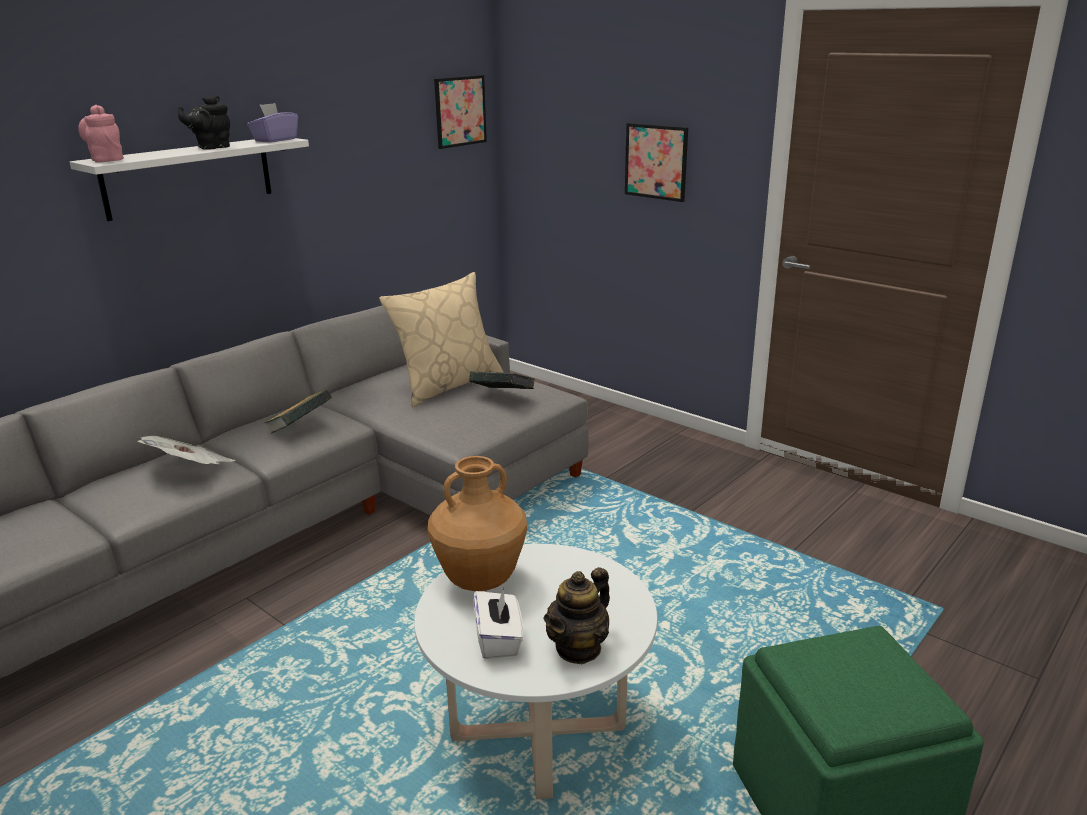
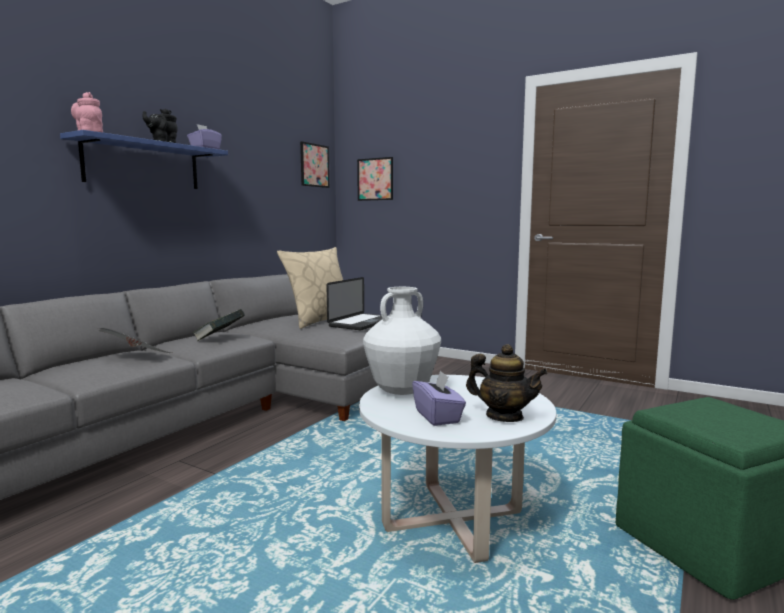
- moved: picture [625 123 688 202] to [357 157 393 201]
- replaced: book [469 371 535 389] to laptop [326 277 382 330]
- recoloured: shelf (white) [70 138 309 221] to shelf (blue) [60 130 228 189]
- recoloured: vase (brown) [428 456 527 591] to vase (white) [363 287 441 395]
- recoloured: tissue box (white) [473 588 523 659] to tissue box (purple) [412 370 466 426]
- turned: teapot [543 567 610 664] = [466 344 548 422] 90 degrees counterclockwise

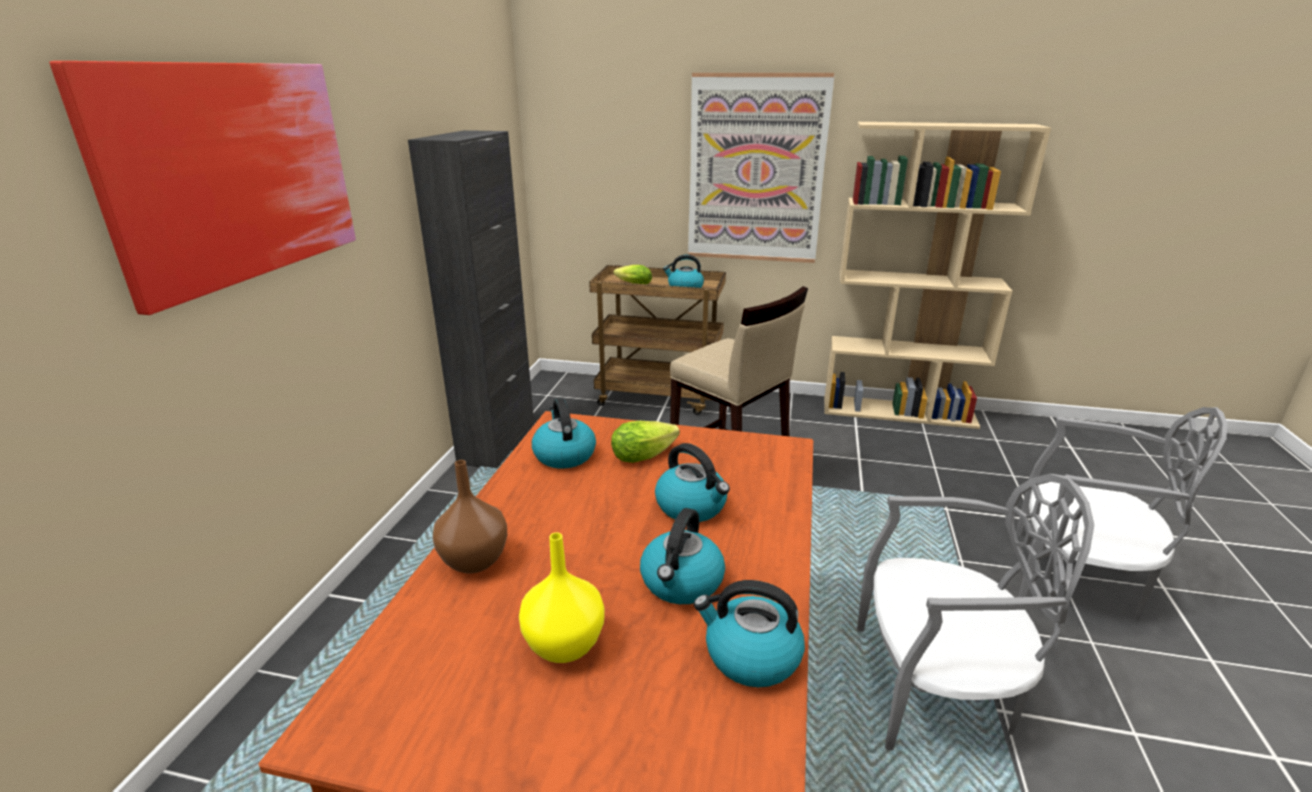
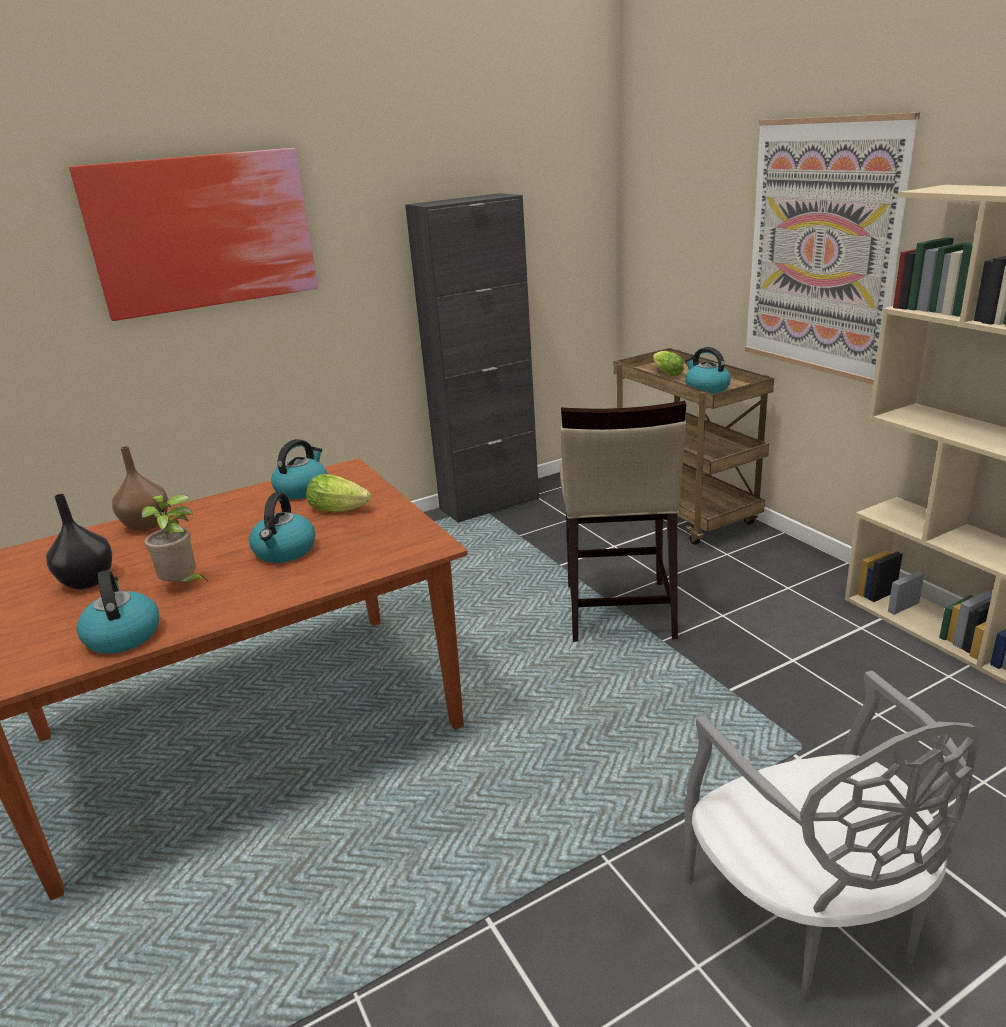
- removed: chair (grey) [857 474 1094 750]
- replaced: kettle [640 508 725 604] to potted plant [142 494 209 582]
- recoloured: vase (yellow) [519 532 605 663] to vase (black) [46 494 112 589]

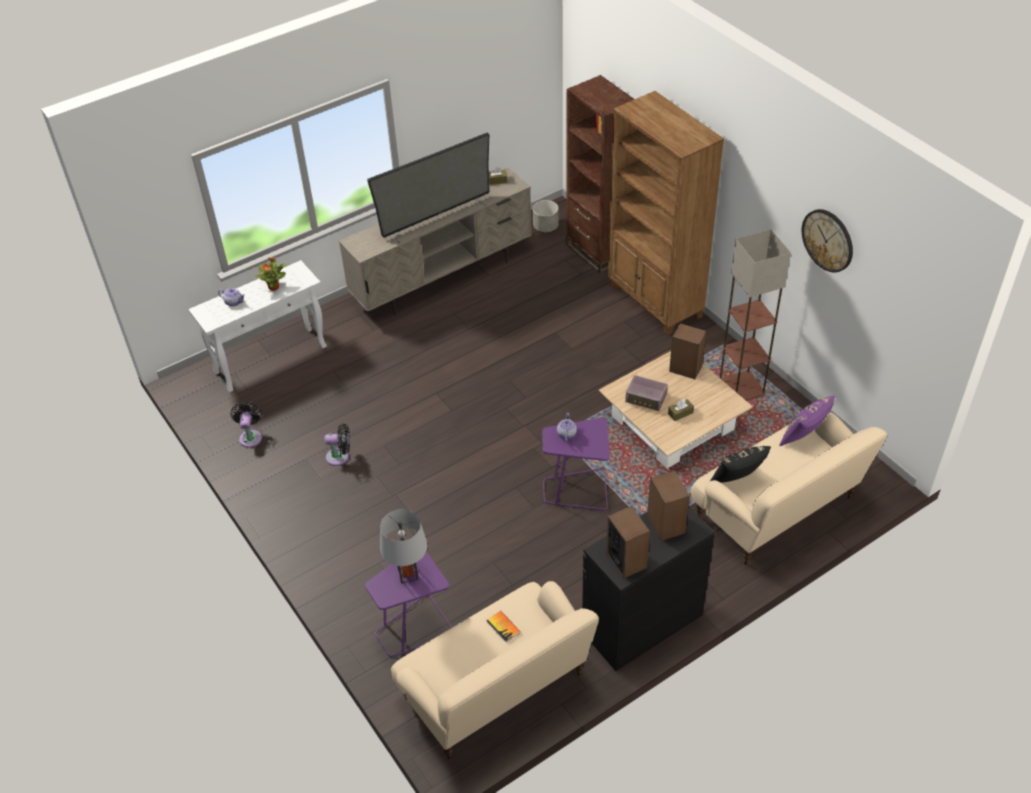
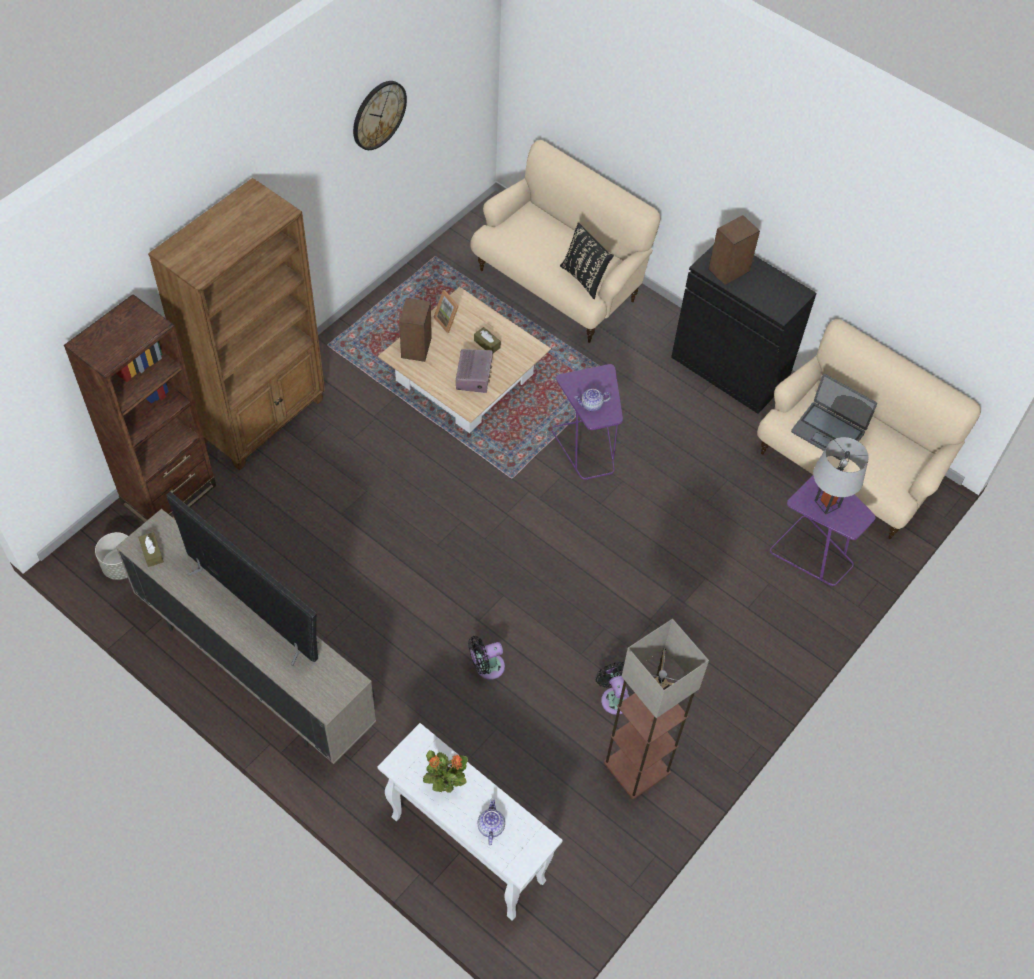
- removed: speaker [606 506 650 578]
- removed: pillow (purple) [779 396 835 446]
- added: picture frame [434 290 459 333]
- moved: fan (black) [231 402 262 448] to [468 636 505 680]
- moved: floor lamp [720 229 791 401] to [604 619 709 799]
- replaced: book [486 611 521 643] to laptop [791 374 877 461]

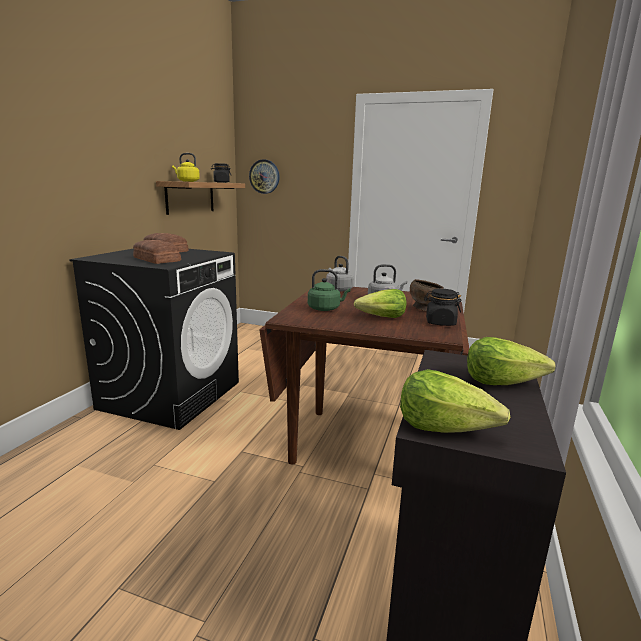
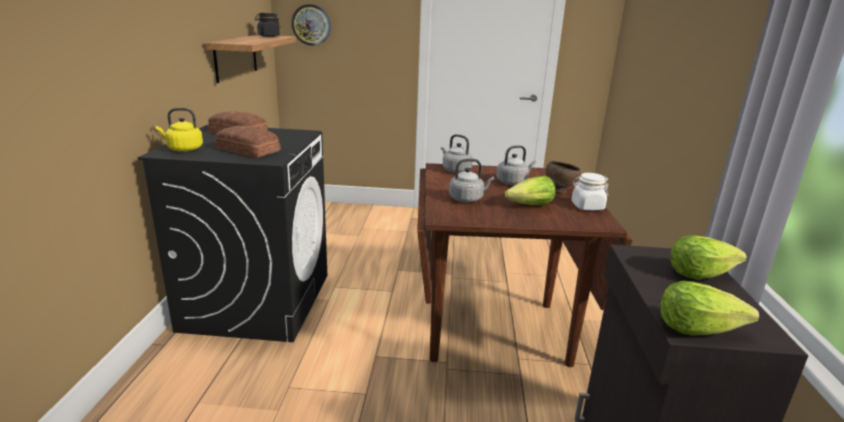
- moved: kettle (yellow) [172 153 200 182] to [156 108 203 152]
- recoloured: kettle (green) [308 269 350 311] to kettle (grey) [449 159 494 202]
- recoloured: jar (black) [424 288 461 326] to jar (white) [571 173 609 210]

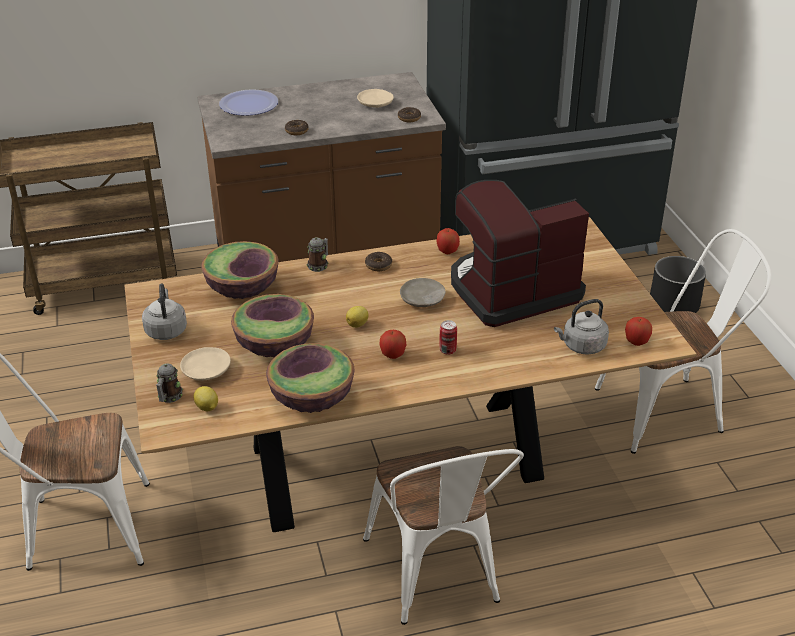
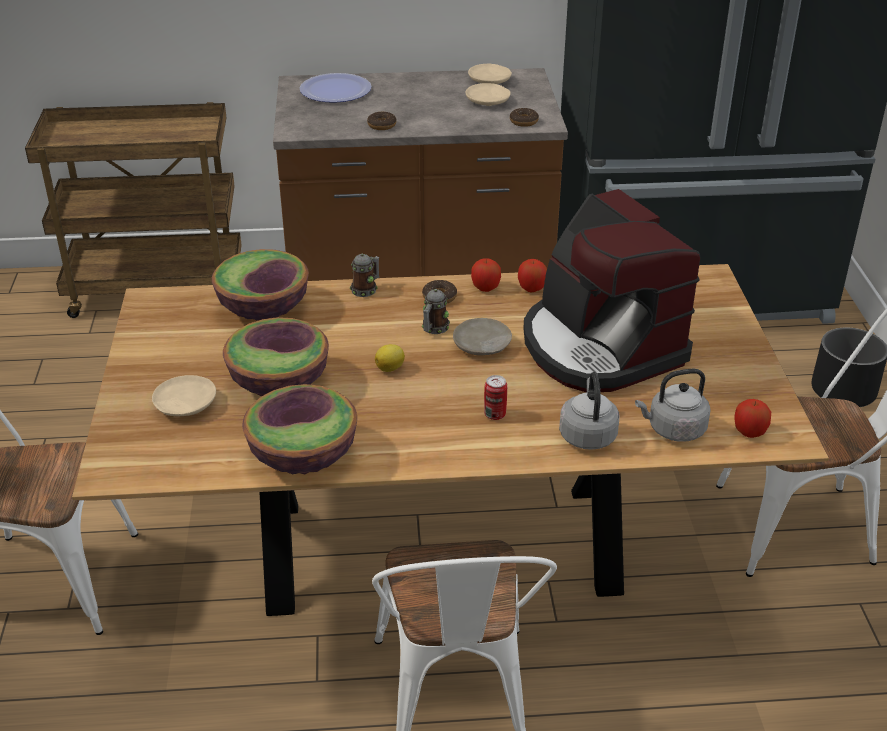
- removed: lemon [193 386 218 411]
- added: plate (beige) [468 64 512 84]
- moved: kettle (grey) [142 283 187 340] to [559 372 620 450]
- moved: mug [156 363 183 403] to [422 289 450 334]
- moved: apple [379 330 406 359] to [471 258 501 292]
- turned: coffee machine [451 180 589 327] = [523 189 700 393] 105 degrees counterclockwise

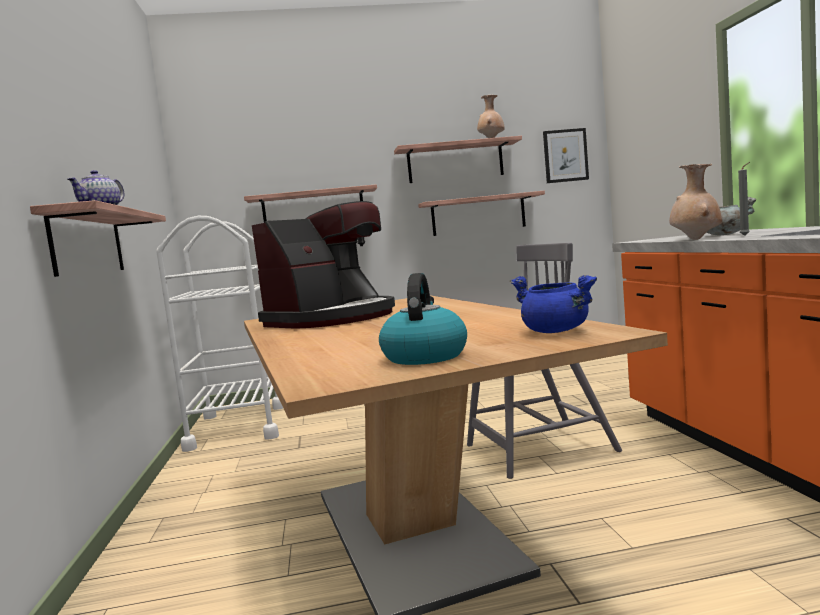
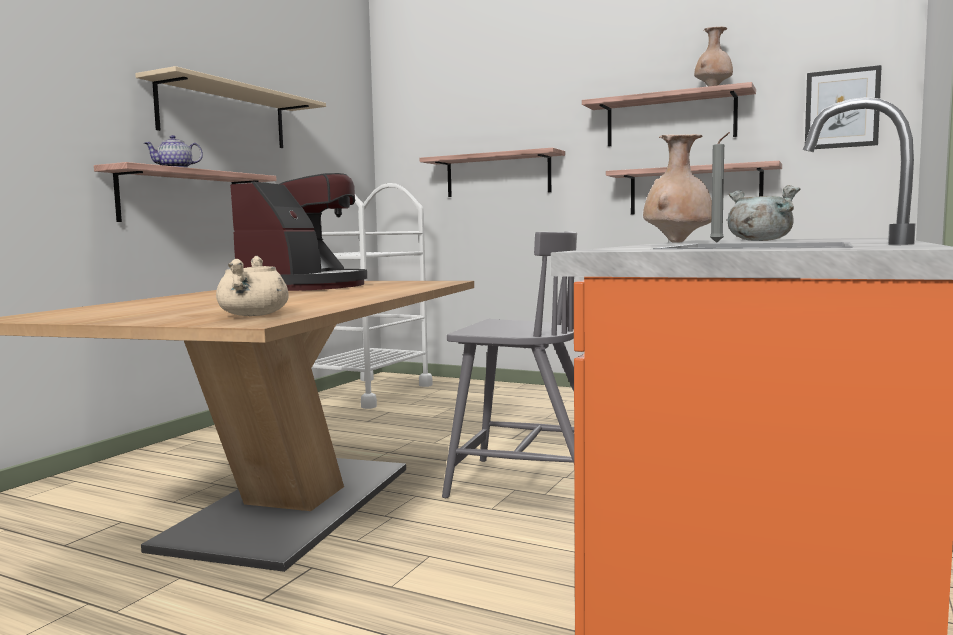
- removed: kettle [379 273 467 365]
- added: shelf (beige) [135 66 326 148]
- recoloured: cooking pot (blue) [510 275 597 333] to cooking pot (beige) [216 256 289 316]
- turned: coffee machine [252 201 395 329] = [230 173 367 291] 60 degrees counterclockwise

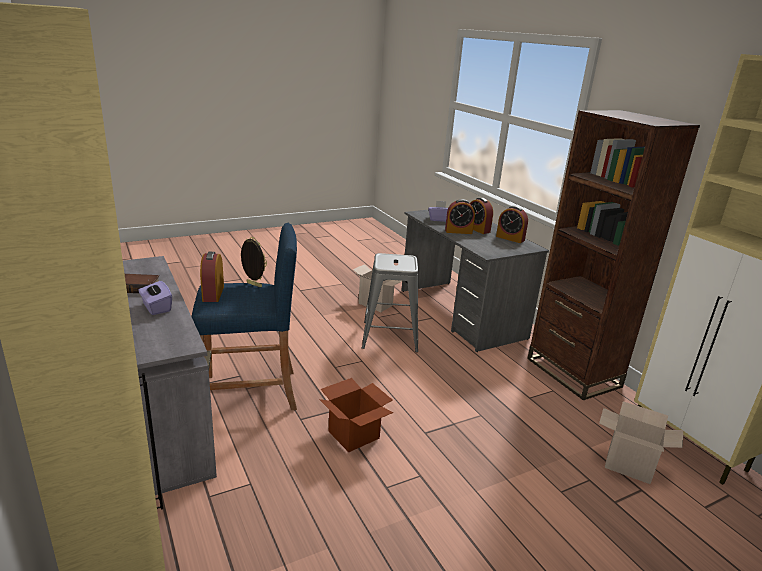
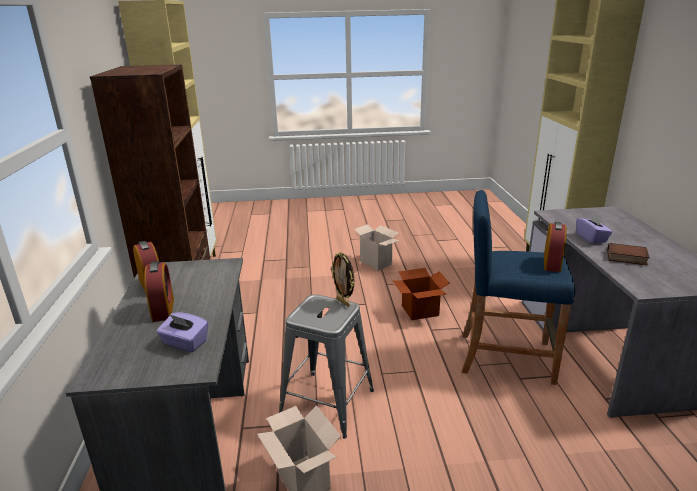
- removed: alarm clock [445 199 475 234]
- moved: picture frame [240 237 267 288] to [331 252 354 307]
- moved: cardboard box [599 401 683 484] to [354 224 400 270]

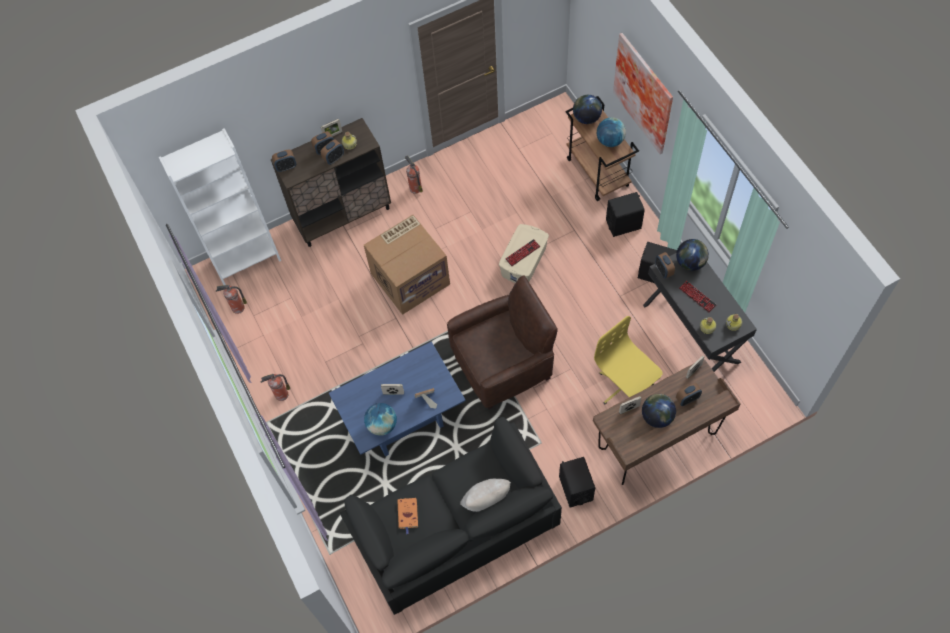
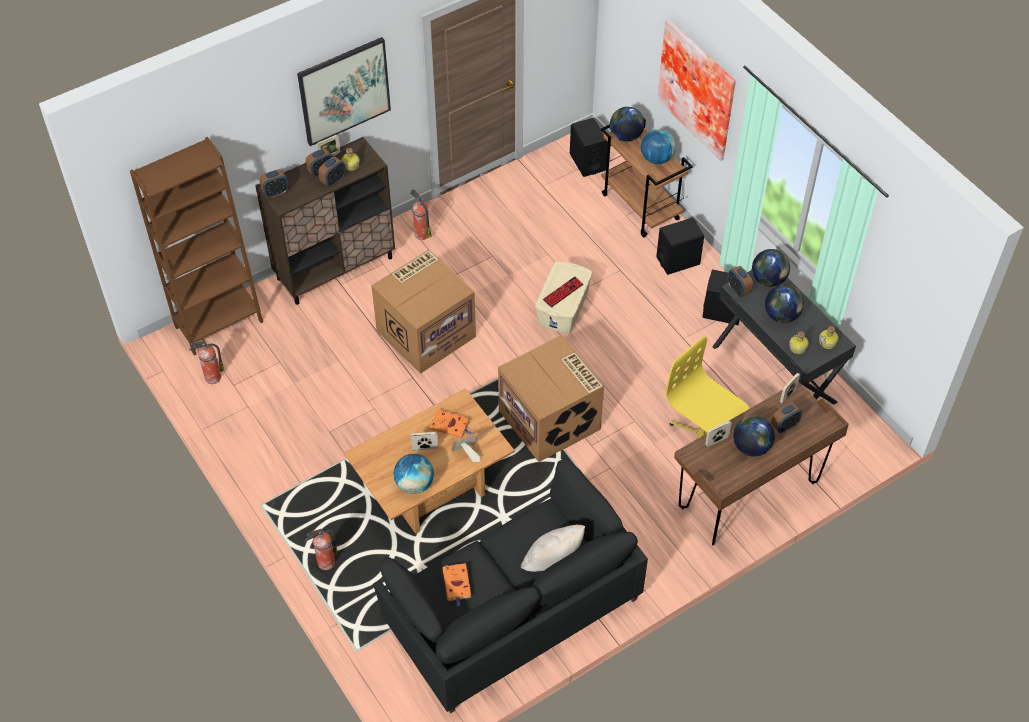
- added: picture [297 37 391 146]
- added: book (orange) [430 410 472 438]
- moved: fire extinguisher [261 374 290 401] to [305 529 337 570]
- moved: speaker (black) [559 457 595 507] to [570 118 608 177]
- replaced: armchair (brown) [447 275 558 409] to cardboard box [498 335 604 462]
- replaced: keyboard [679 281 716 313] to globe [765 285 804 323]
- recoloured: bookcase (white) [159 128 281 285] to bookcase (brown) [130 137 263 356]
- recoloured: coffee table (blue) [329 341 466 456] to coffee table (brown) [344 388 515 534]

